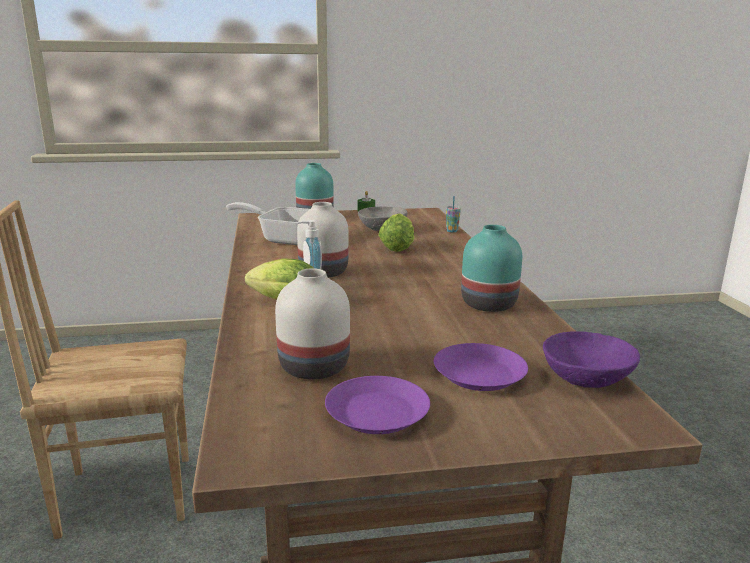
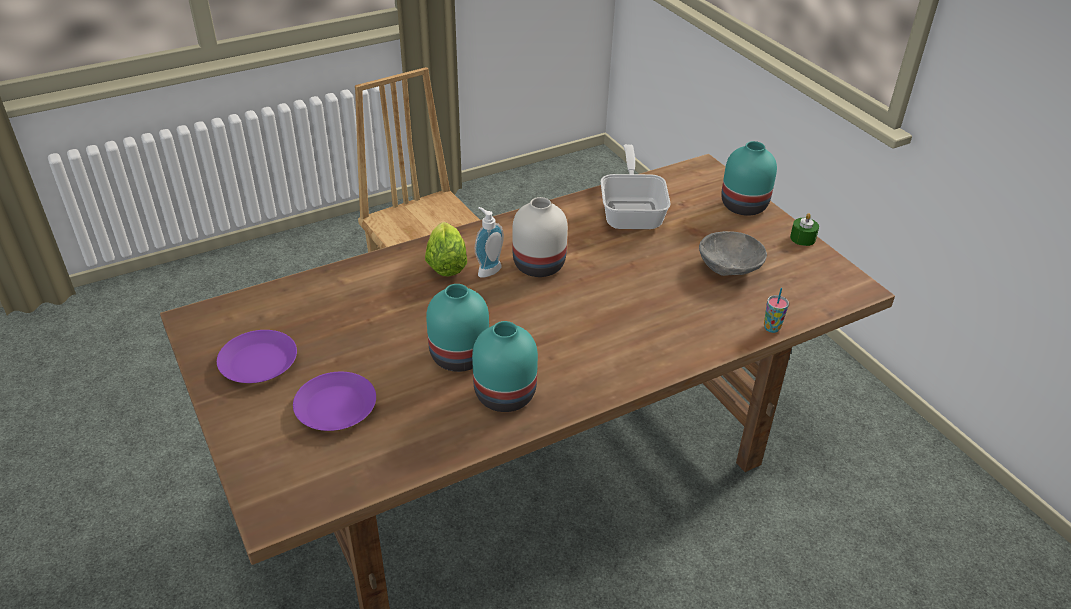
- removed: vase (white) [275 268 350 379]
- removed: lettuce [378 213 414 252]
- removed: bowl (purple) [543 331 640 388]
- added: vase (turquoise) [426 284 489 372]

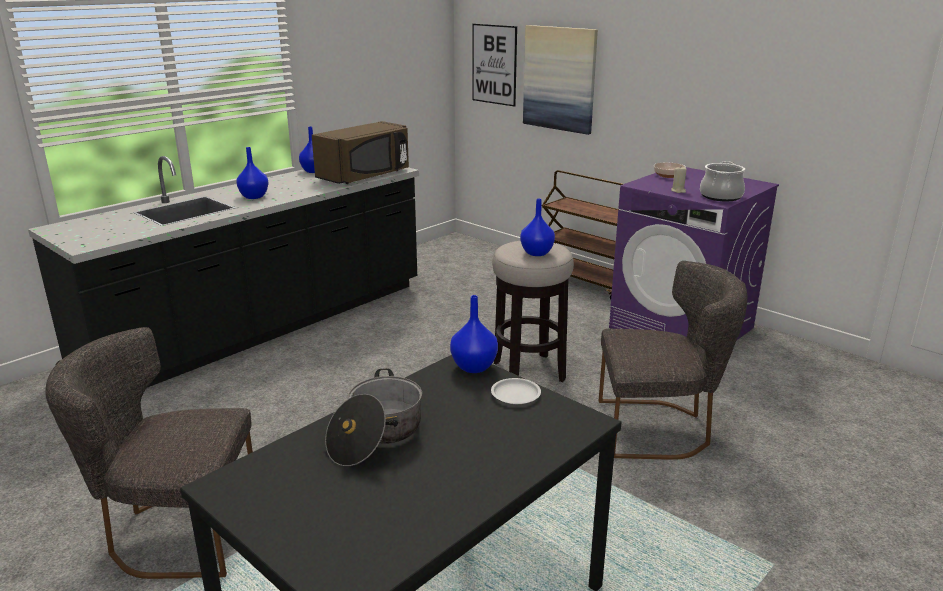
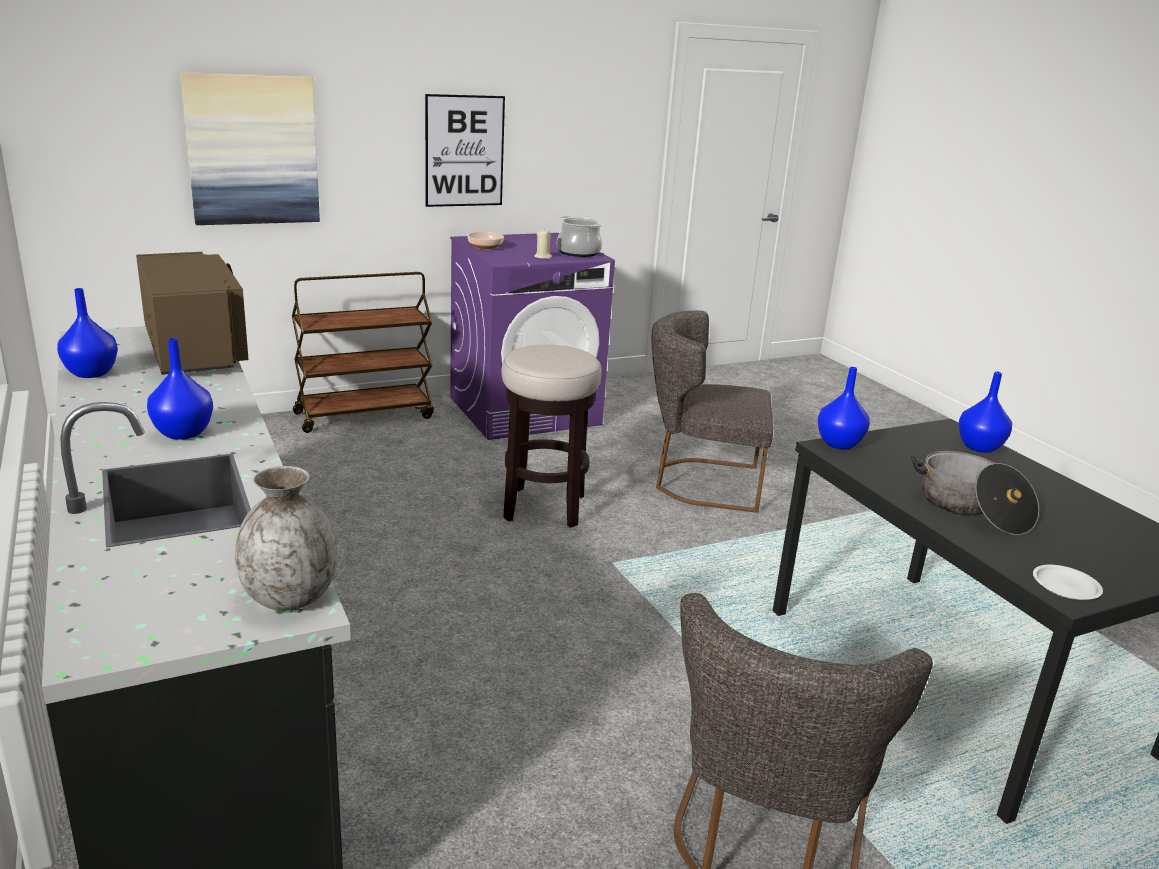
- added: vase (grey) [235 466 337 611]
- moved: picture [472 24 517 107] to [425 94 505 207]
- moved: plate (white) [491 378 541 404] to [1033 565 1103 600]
- moved: vase (blue) [520 198 555 256] to [958 371 1012 453]
- turned: chair (grey) [599 261 747 460] = [652 310 773 513] 105 degrees counterclockwise

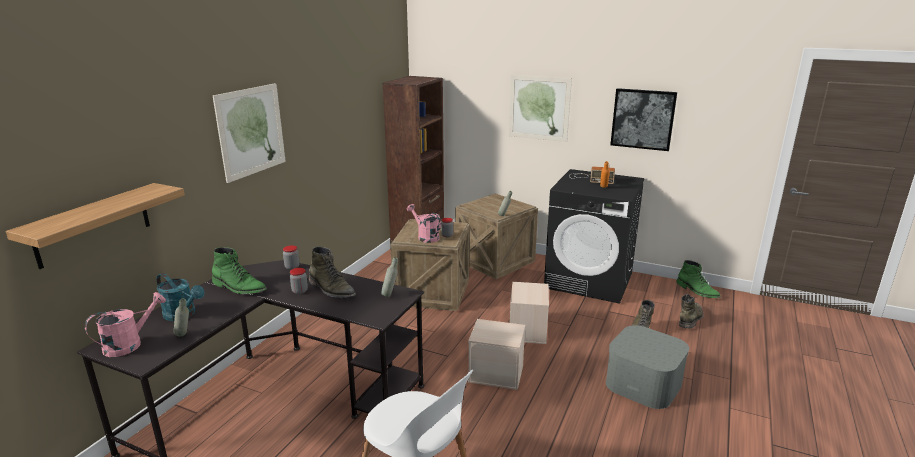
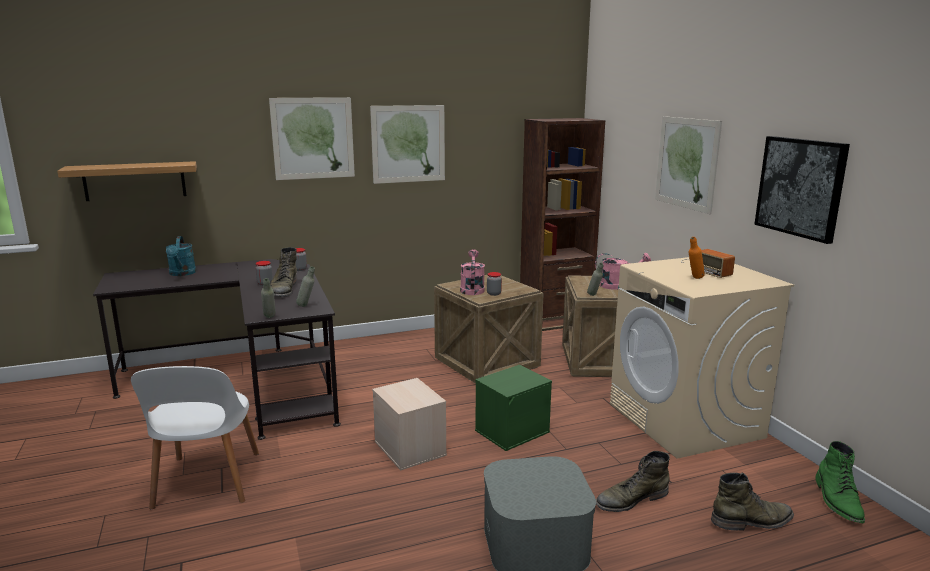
- removed: boot (green) [212 247 267 294]
- added: picture [370 105 445 184]
- moved: watering can (pink) [85 292 166 357] to [595 253 651 290]
- moved: bottle (grey) [174 298 189 337] to [261 278 275 318]
- recoloured: storage box (beige) [510 282 549 344] to storage box (green) [475 365 552 451]
- recoloured: washing machine (black) [544 169 644 304] to washing machine (beige) [610 257 794 459]

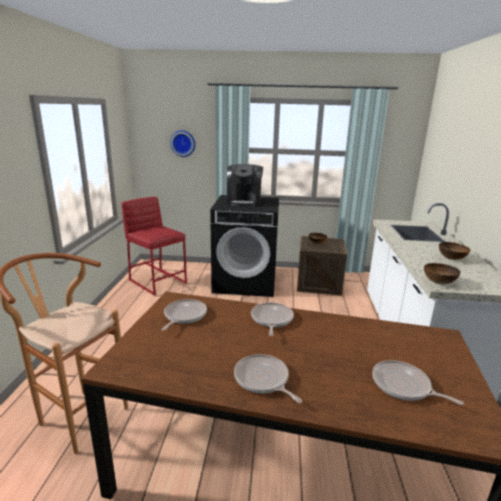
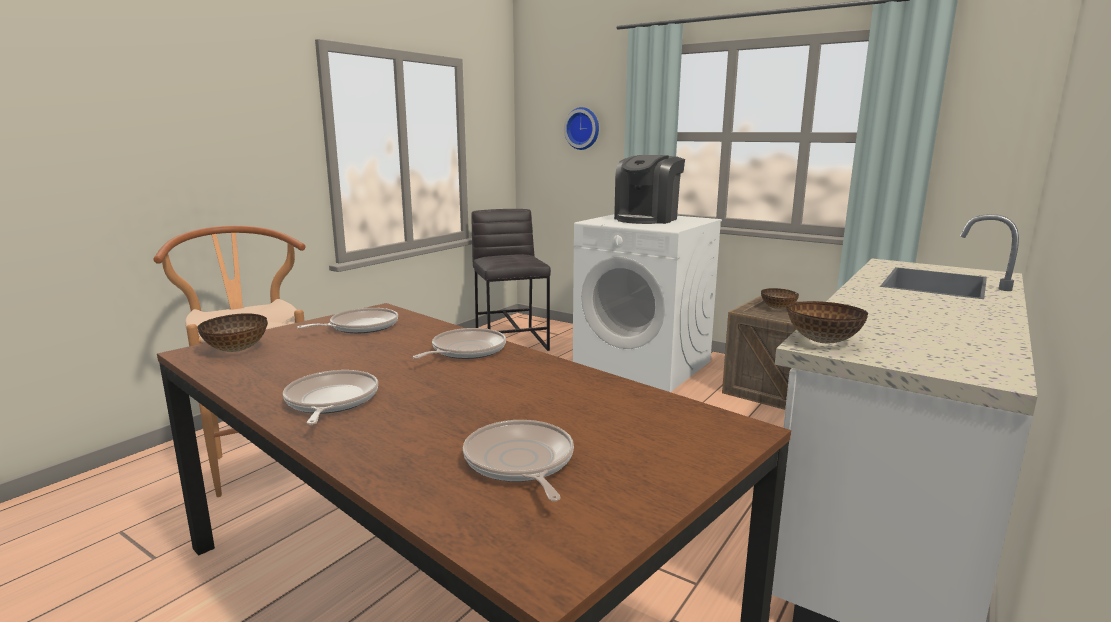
- moved: bowl [439 242 470 260] to [197 313 268 352]
- recoloured: stool (red) [121 197 187 295] to stool (grey) [471 209 551 351]
- recoloured: washing machine (black) [210 195 279 297] to washing machine (white) [573 214 722 392]

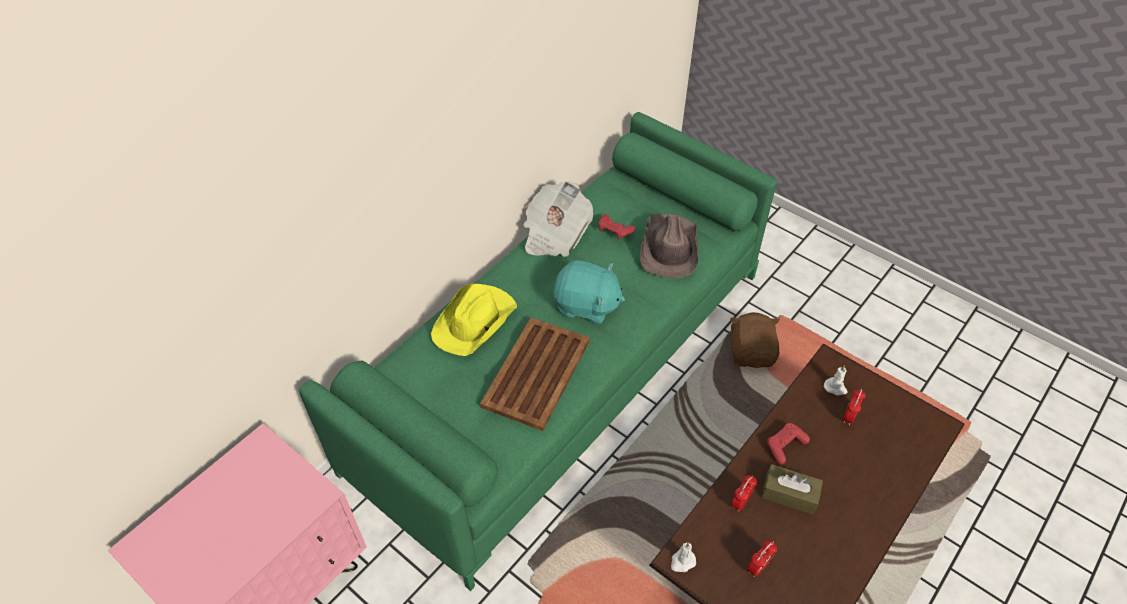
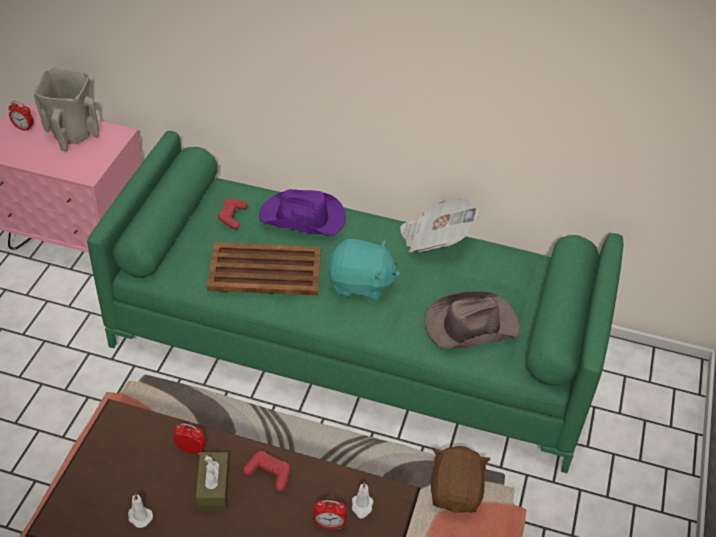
- added: vase (beige) [34 67 99 151]
- moved: game controller (red) [598 214 635 239] to [218 199 247 229]
- moved: candle (white) [671 542 696 572] to [128 493 153 528]
- moved: alarm clock [747 540 777 577] to [9 101 34 132]
- recoloured: hat (yellow) [431 284 517 356] to hat (purple) [259 189 346 236]
- turned: plush toy (turquoise) [554 260 625 324] = [328 239 400 301] 75 degrees counterclockwise
- turned: plush toy (brown) [730 312 780 368] = [431 446 491 513] 60 degrees counterclockwise

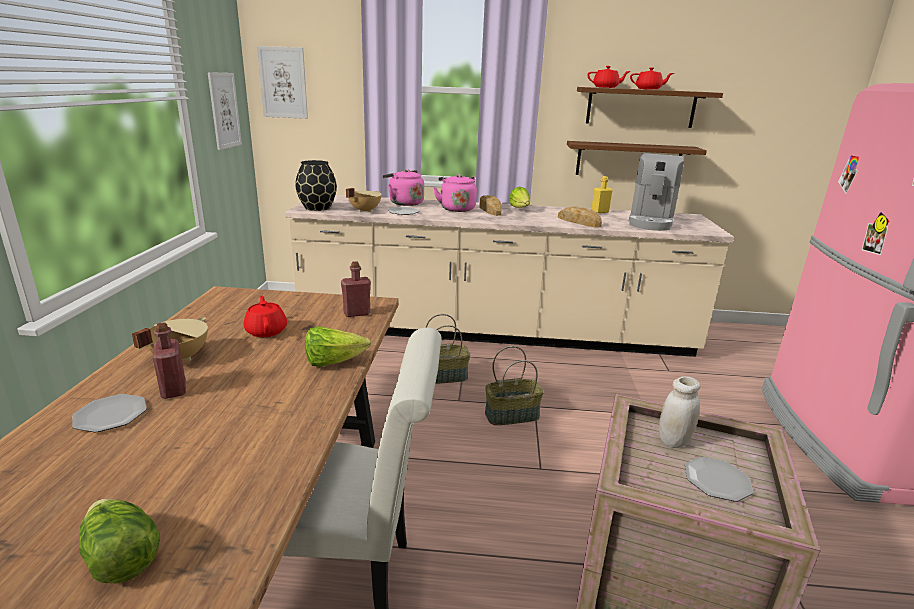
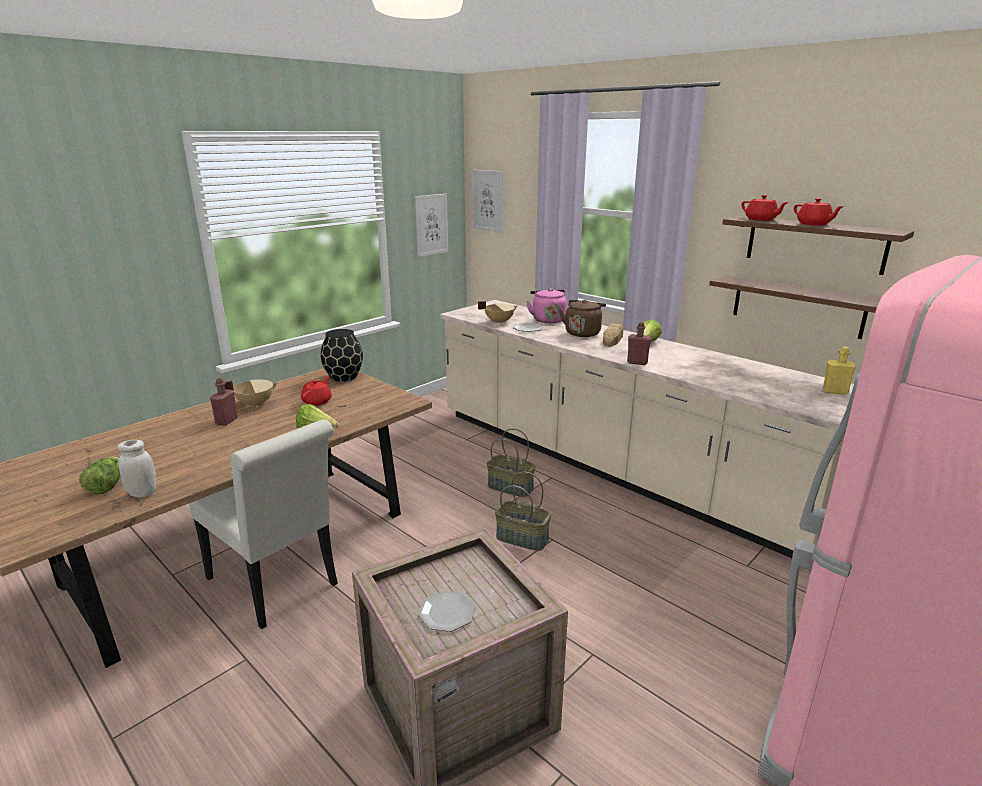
- removed: plate [72 394 147 432]
- removed: bread [558 206 602 227]
- removed: coffee machine [629 153 684 231]
- moved: vase (black) [295 160 337 211] to [321 329 363 382]
- moved: bottle (red) [341 261 371 317] to [627 322 651 365]
- moved: bottle (yellow) [591 176 613 213] to [823 347 856 395]
- moved: jar (white) [659 376 700 448] to [118 440 157 497]
- recoloured: kettle (pink) [433 174 477 212] to kettle (brown) [559 299 606 337]

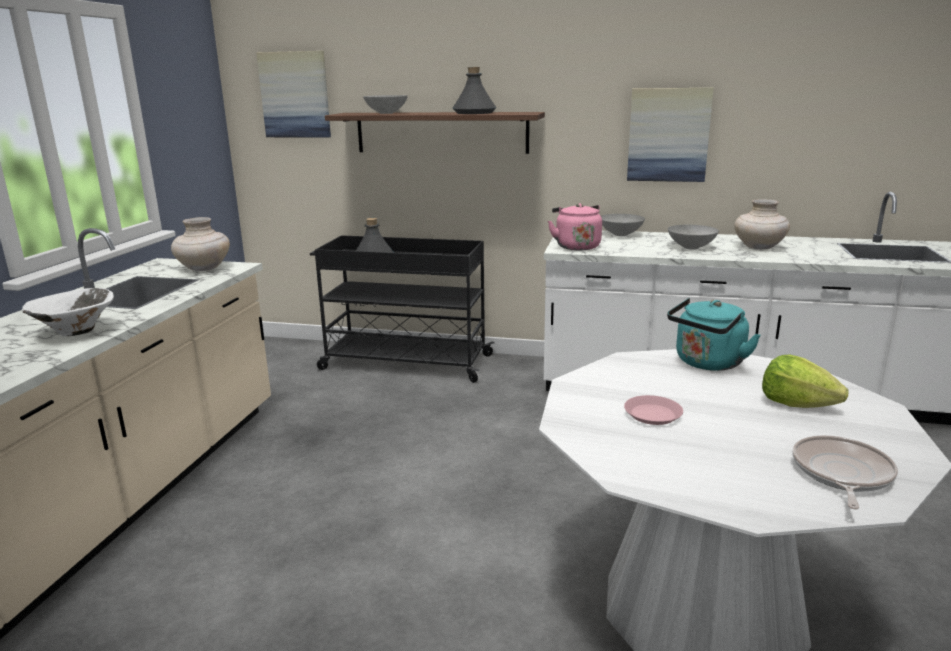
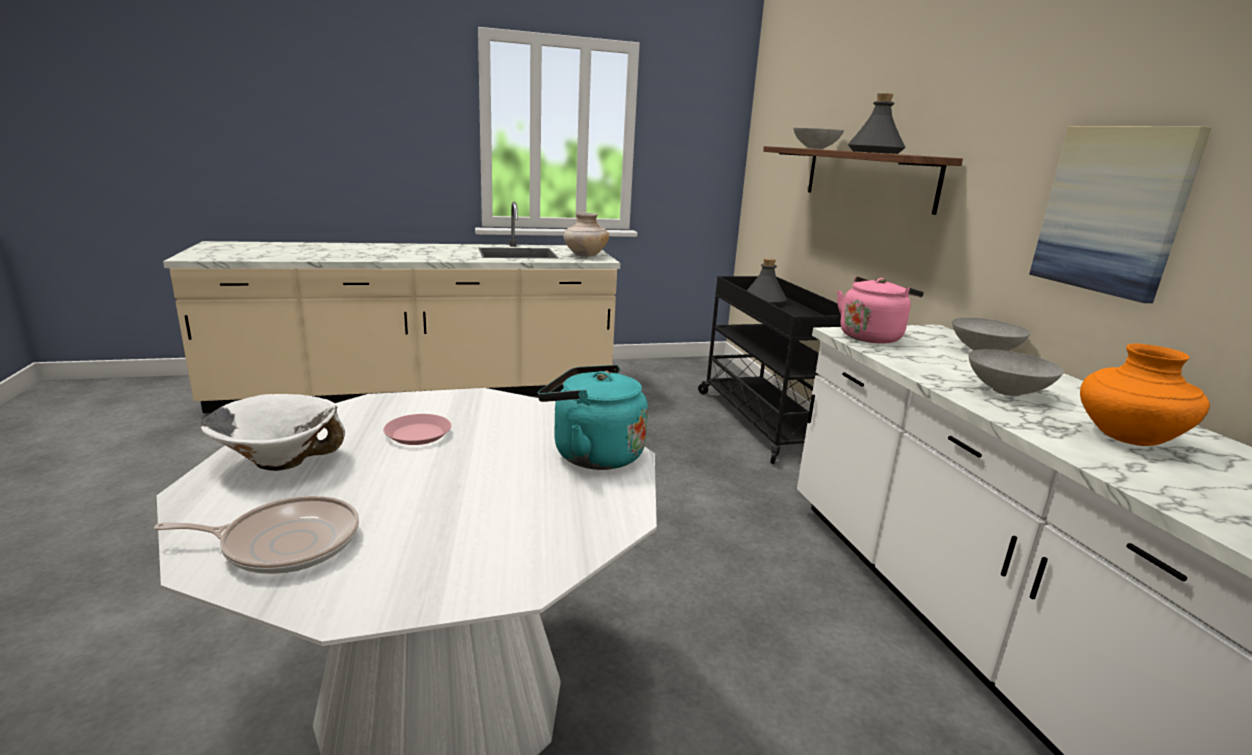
- removed: picture [256 51 331 138]
- removed: lettuce [762 354 849 408]
- moved: bowl (white) [22 288 114 336] to [201 394 345 471]
- recoloured: vase (beige) [734 199 790 250] to vase (orange) [1080 344 1210 446]

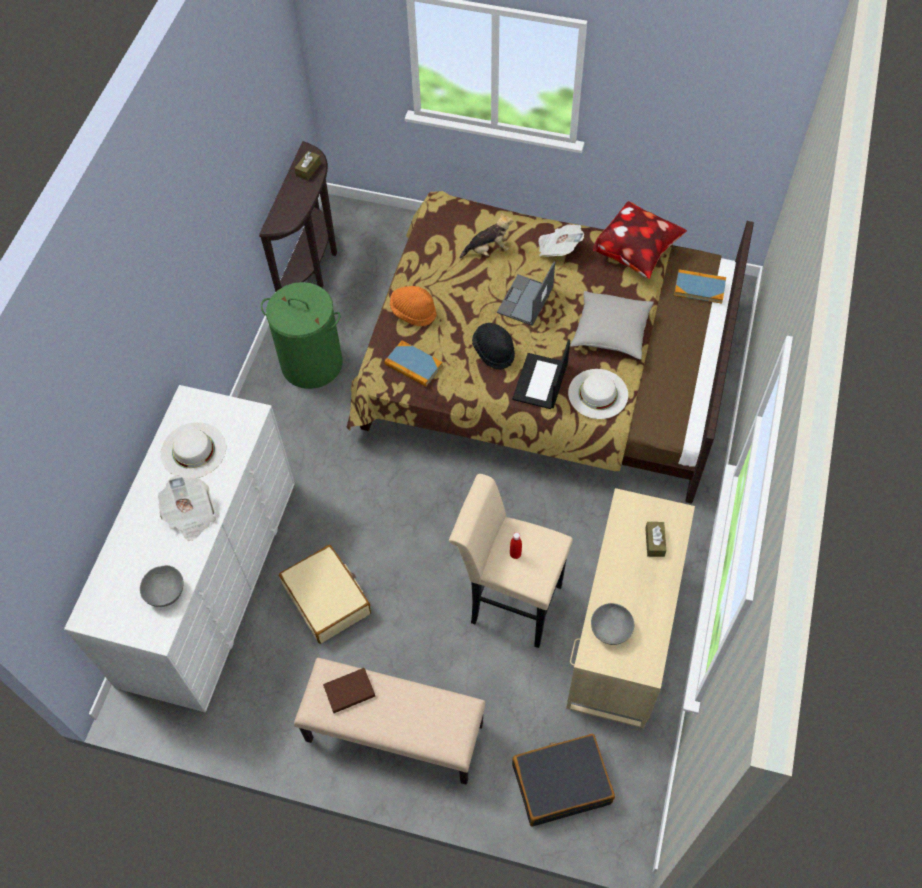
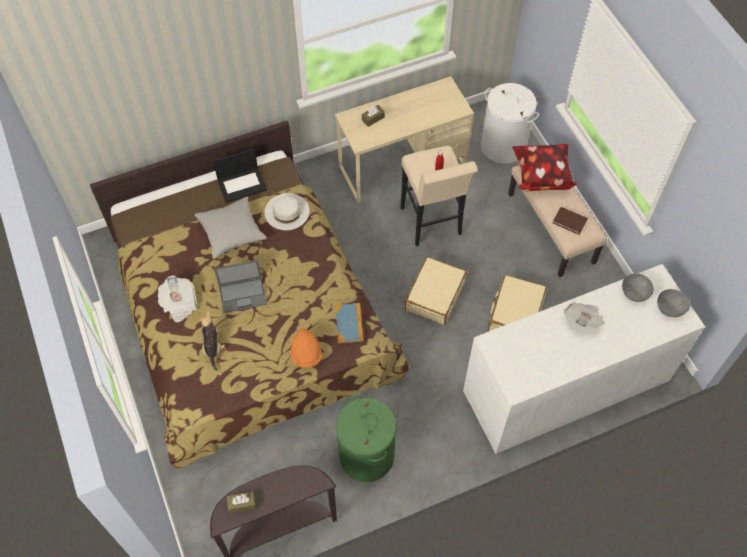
- removed: hat (white) [161 422 226 478]
- removed: hat (black) [472 323 515 370]
- removed: book [674 269 726 304]
- added: suitcase (beige) [405 257 467 325]
- moved: laptop [512 339 570 409] to [213 148 267 203]
- moved: bowl (grey) [591 603 634 645] to [657 289 690 317]
- moved: pillow [593 201 687 279] to [512 144 577 192]
- replaced: suitcase (black) [512 734 615 827] to laundry basket (white) [481 83 539 164]
- turned: plush toy [460 211 513 258] = [199 311 225 371] 45 degrees clockwise

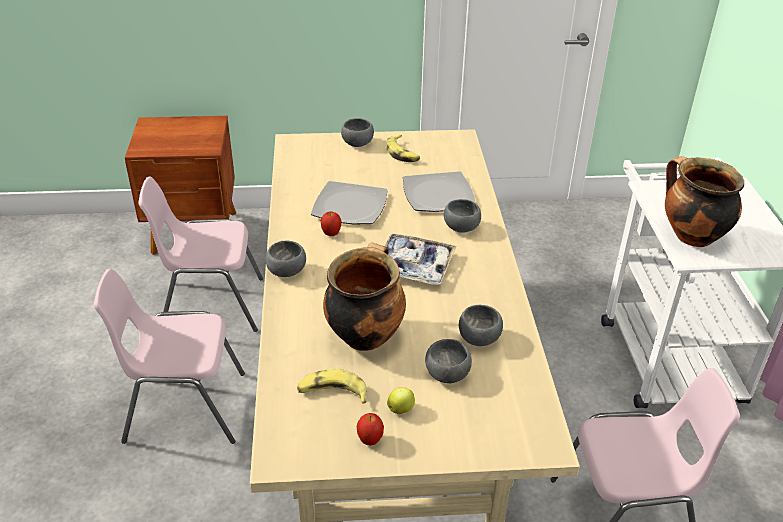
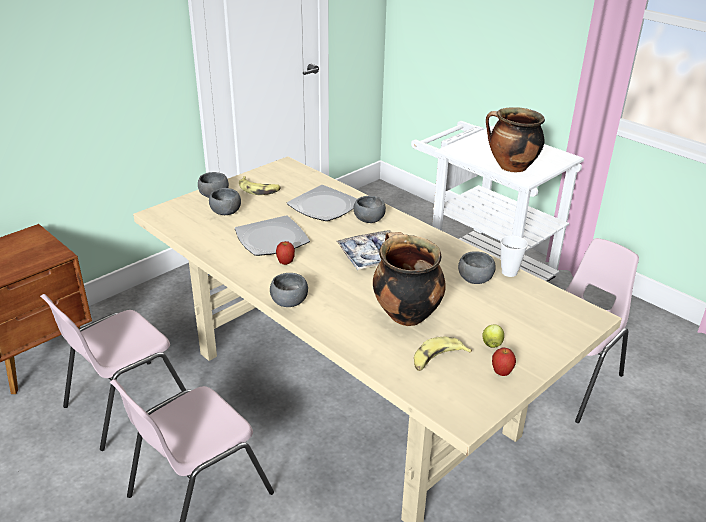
- added: cup [500 235 528 277]
- moved: bowl (grey) [425 339 472 383] to [209 188 241 215]

